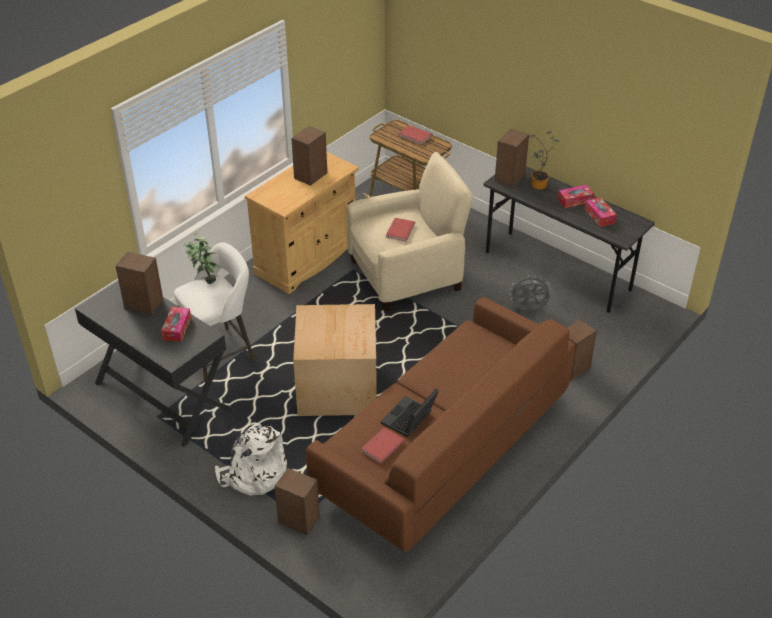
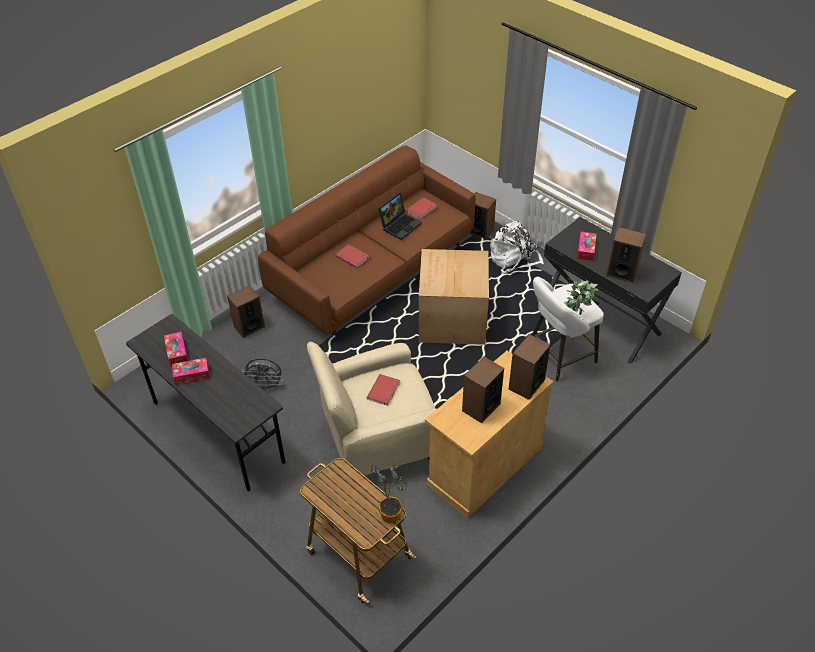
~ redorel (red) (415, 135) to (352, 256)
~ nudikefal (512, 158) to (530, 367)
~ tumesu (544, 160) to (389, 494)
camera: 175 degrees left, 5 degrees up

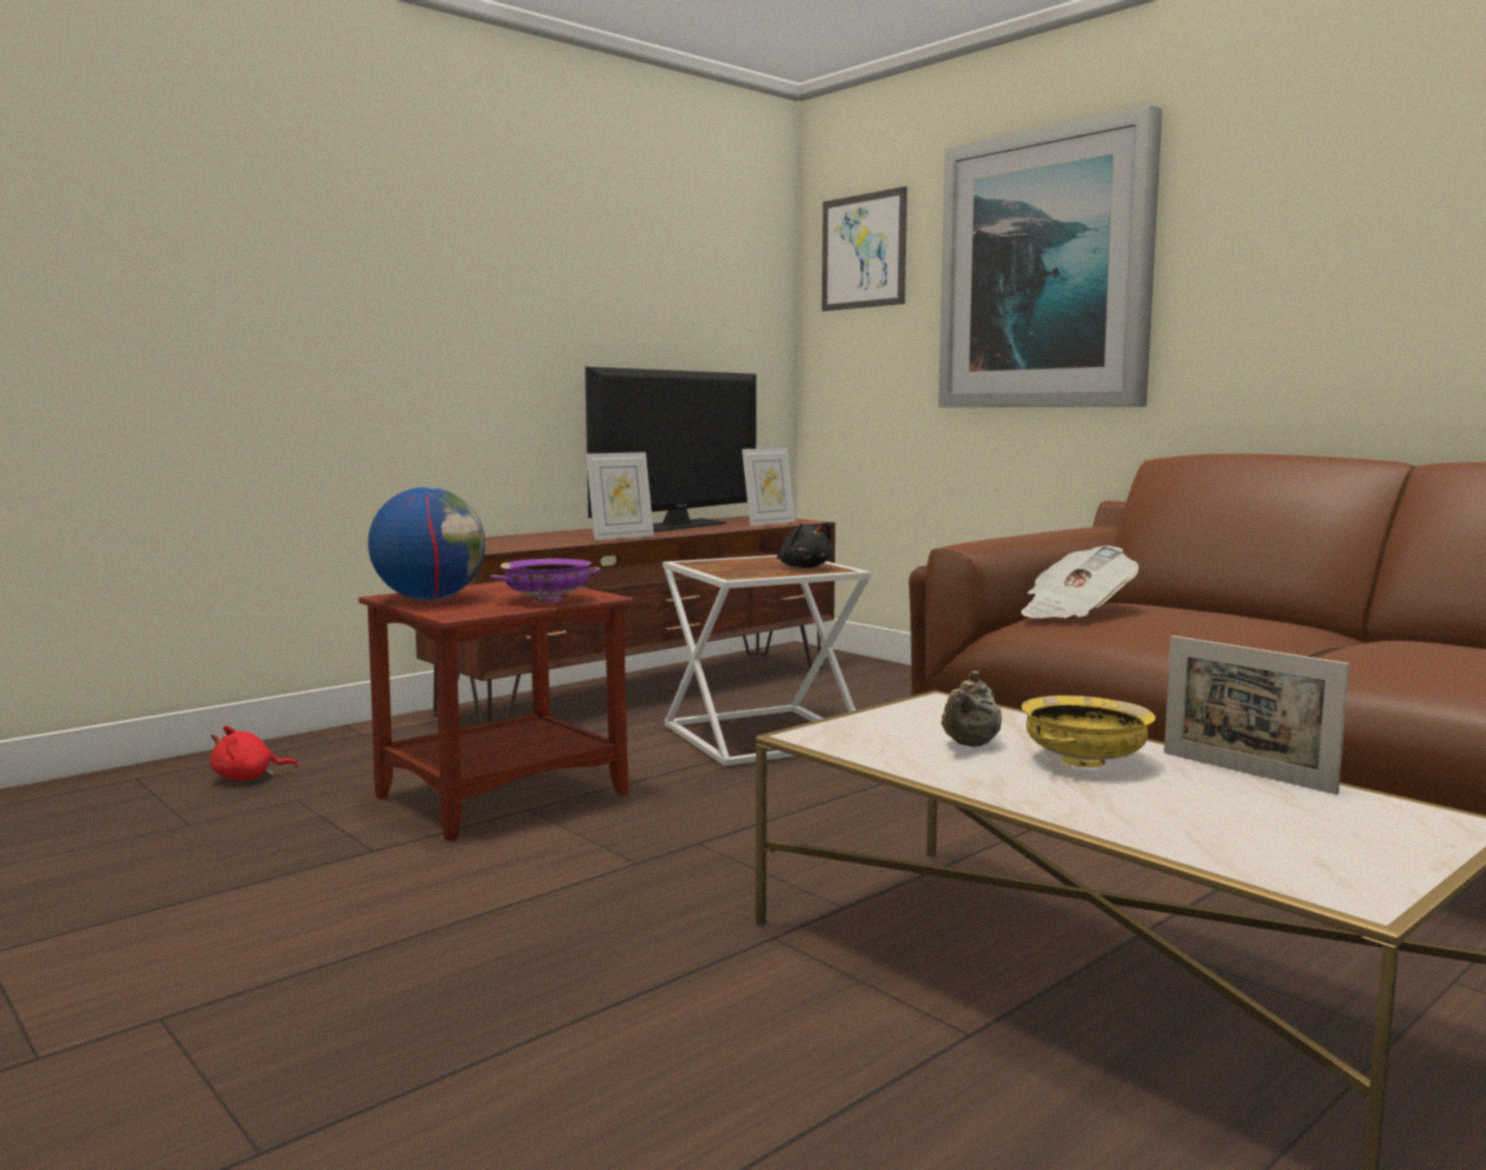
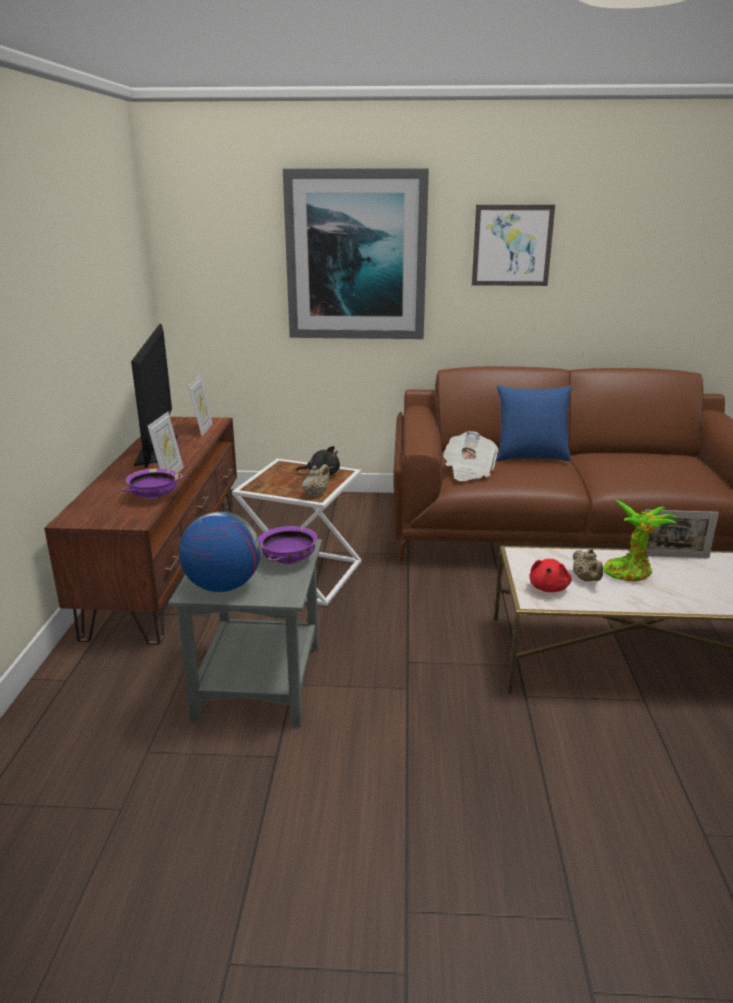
+ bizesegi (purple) (152, 484)
+ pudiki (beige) (316, 480)
+ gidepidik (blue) (534, 423)
~ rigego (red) (254, 753) to (550, 575)
~ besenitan (864, 248) to (513, 245)
~ bizesegi (yellow) (1088, 731) to tumesu (640, 541)
~ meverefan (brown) (496, 711) to meverefan (grey) (245, 632)
camera: 45 degrees left, 15 degrees up

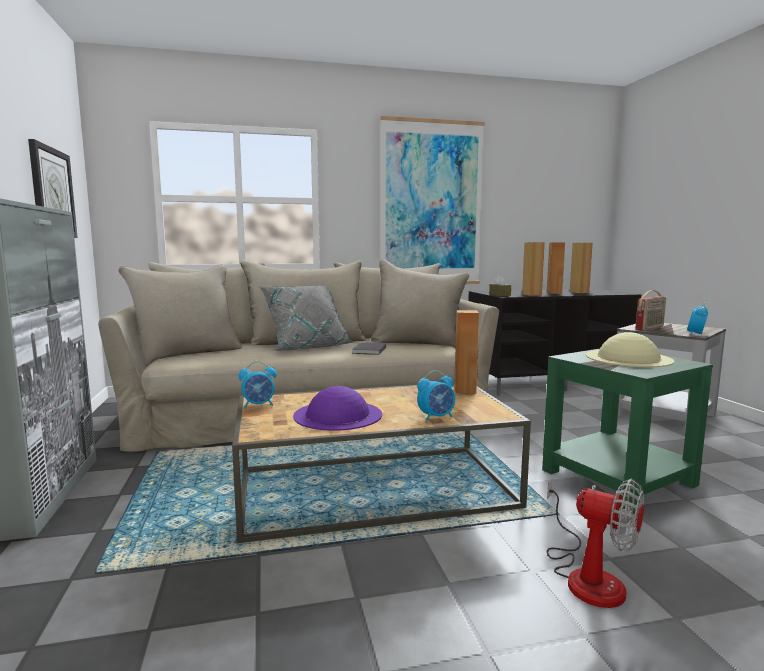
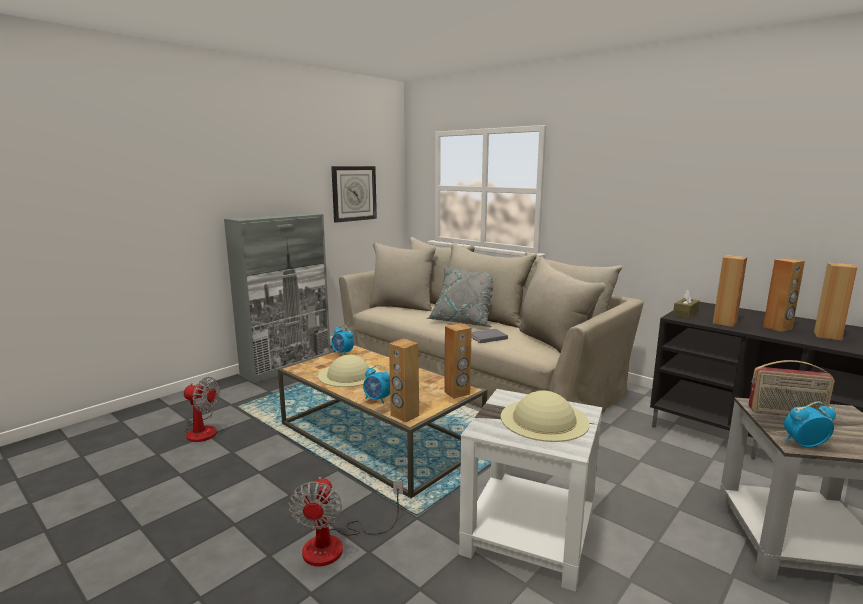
- besenitan (432, 200)
+ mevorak (202, 409)
+ nudikefal (brown) (404, 380)
~ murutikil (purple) (337, 408) to murutikil (beige) (348, 371)
~ meverefan (green) (627, 431) to meverefan (white) (530, 490)
camera: 55 degrees right, 5 degrees up

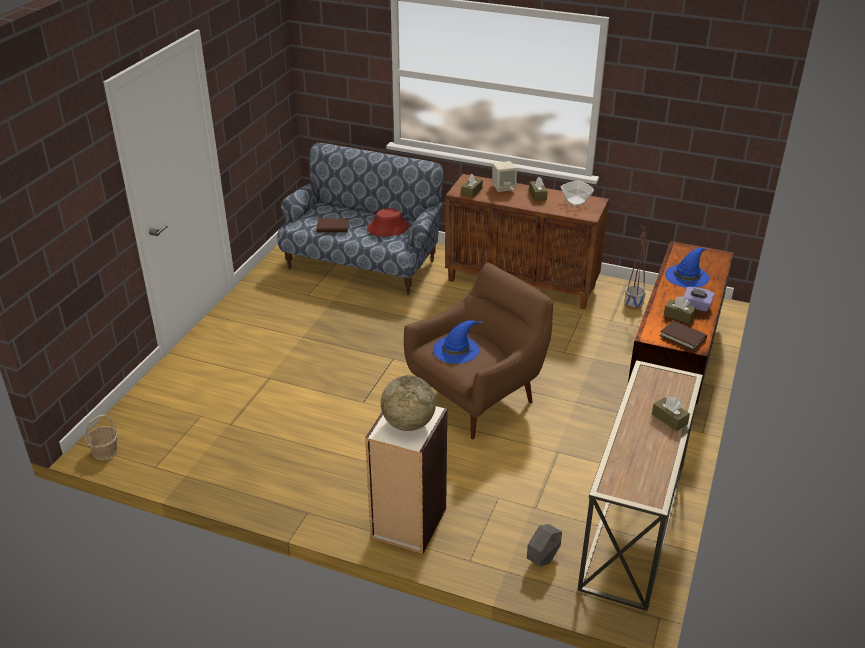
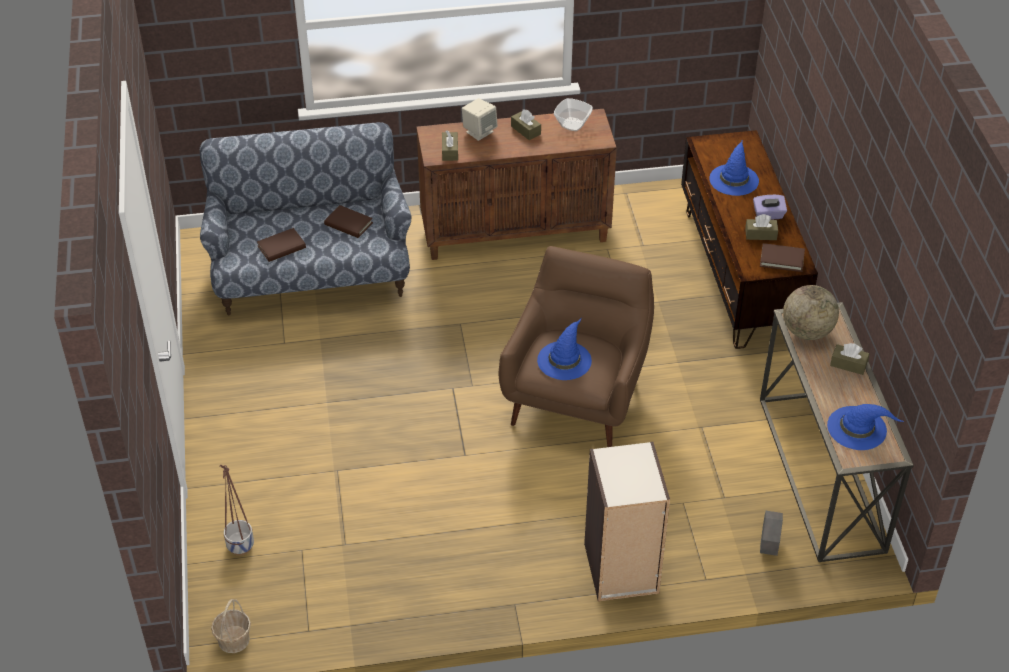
+ murutikil (blue) (865, 427)
~ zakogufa (408, 403) to (811, 312)
~ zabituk (635, 267) to (237, 510)
~ murutikil (red) (388, 222) to redorel (brown) (348, 221)
camera: 30 degrees left, 10 degrees up

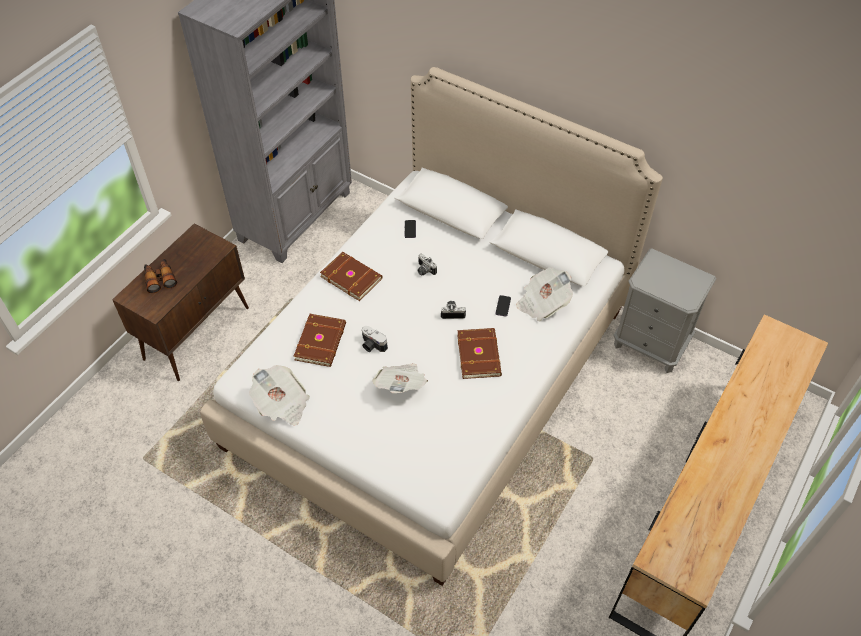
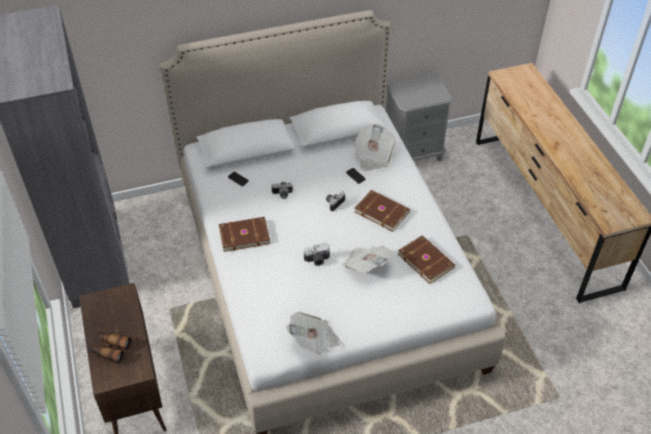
~ redorel (brown) (320, 340) to (426, 259)
camera: 50 degrees left, 5 degrees down

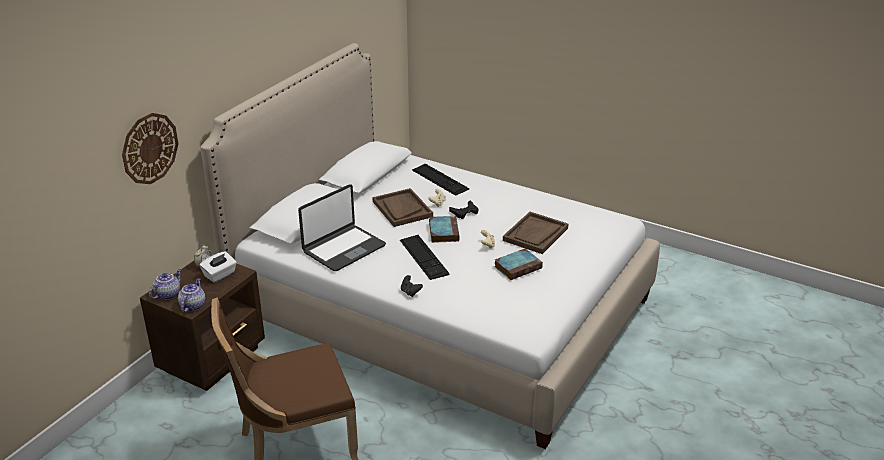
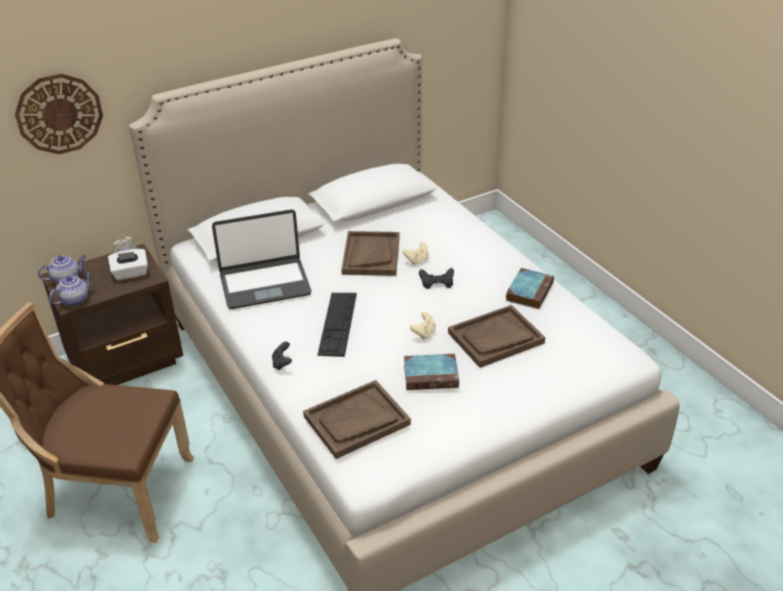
- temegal (440, 180)
+ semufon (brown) (357, 419)
~ redorel (444, 229) to (530, 288)
camera: 30 degrees right, 5 degrees up

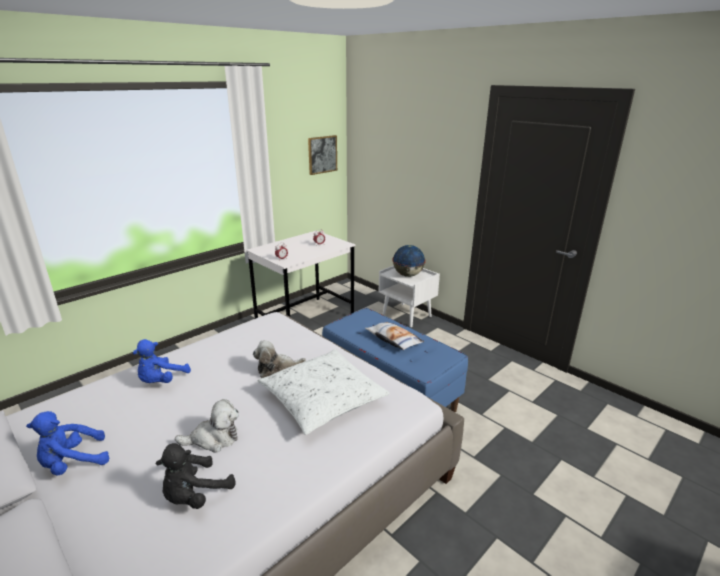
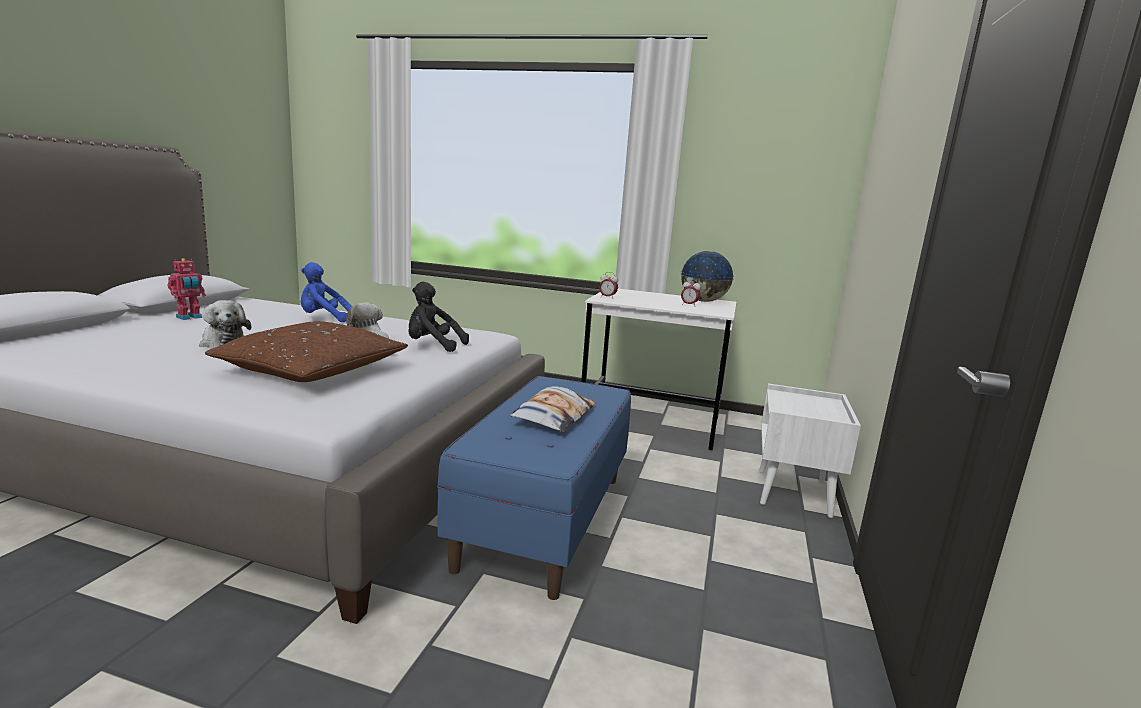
- besenitan (322, 155)
~ rigego (black) (195, 476) to (438, 317)
~ zakogufa (409, 261) to (707, 276)
~ rigego (blue) (68, 443) to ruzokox (187, 289)
~ gidepidik (white) (324, 392) to gidepidik (brown) (306, 351)
camera: 60 degrees right, 10 degrees down

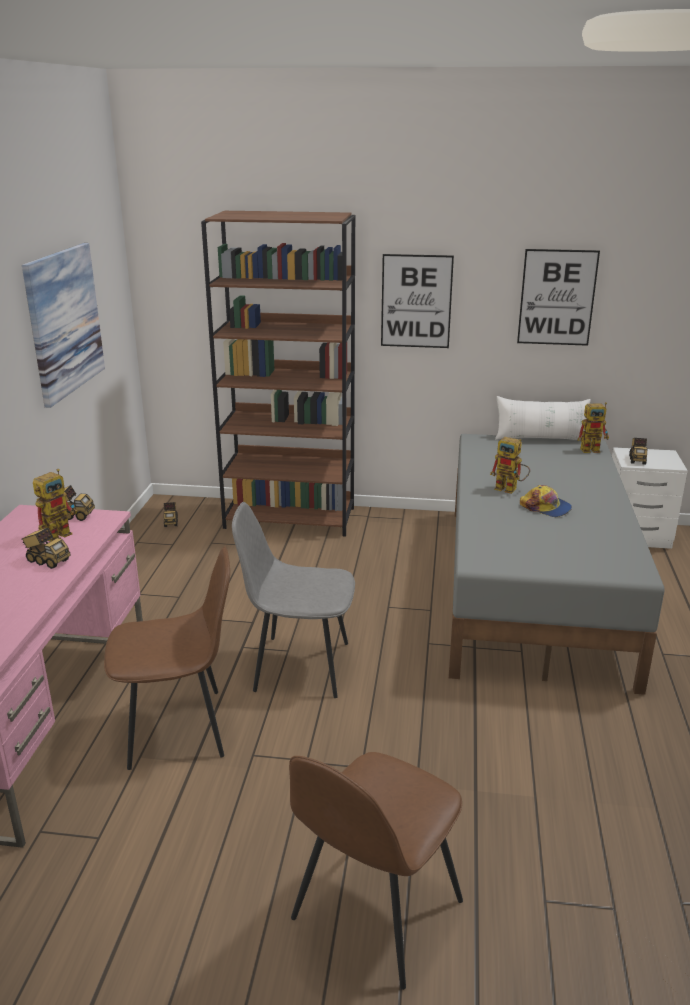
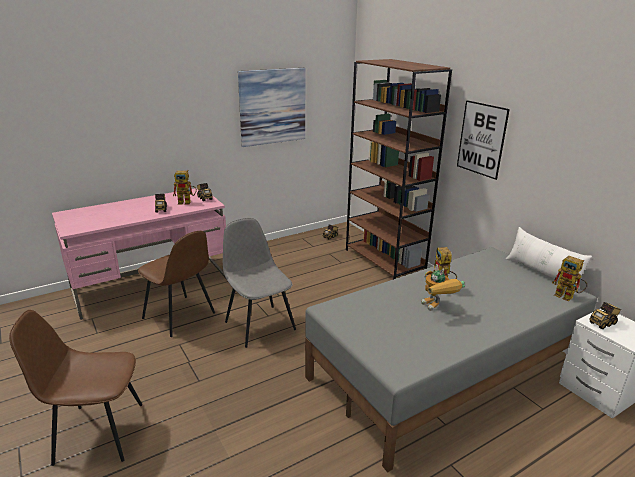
- besenitan (558, 297)
~ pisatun (546, 501) to ruzokox (443, 287)
camera: 50 degrees right, 0 degrees up

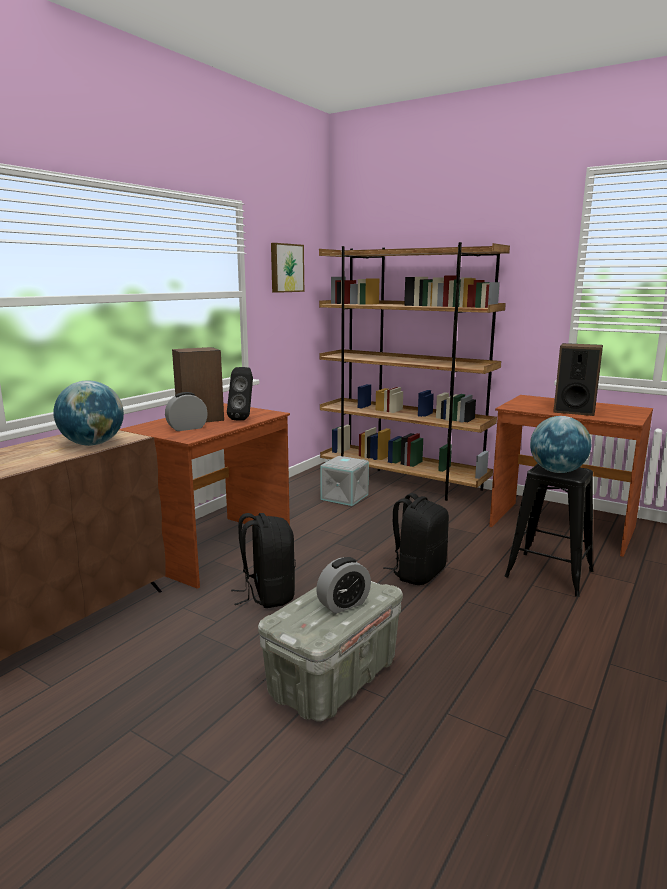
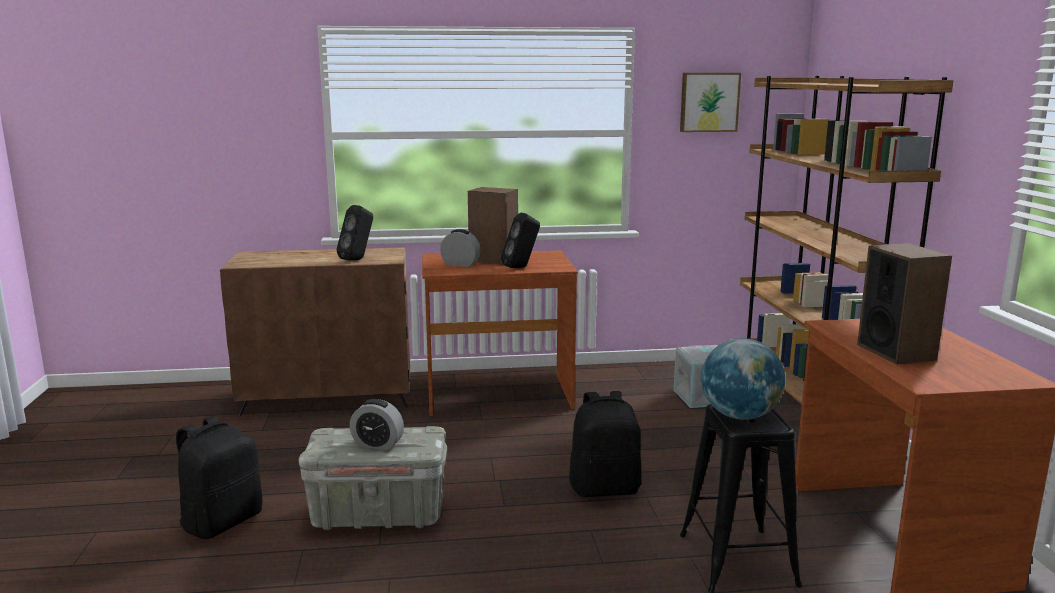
~ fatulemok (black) (263, 560) to (219, 477)
~ zakogufa (88, 413) to nudikefal (black) (354, 233)
camera: 50 degrees right, 0 degrees up

